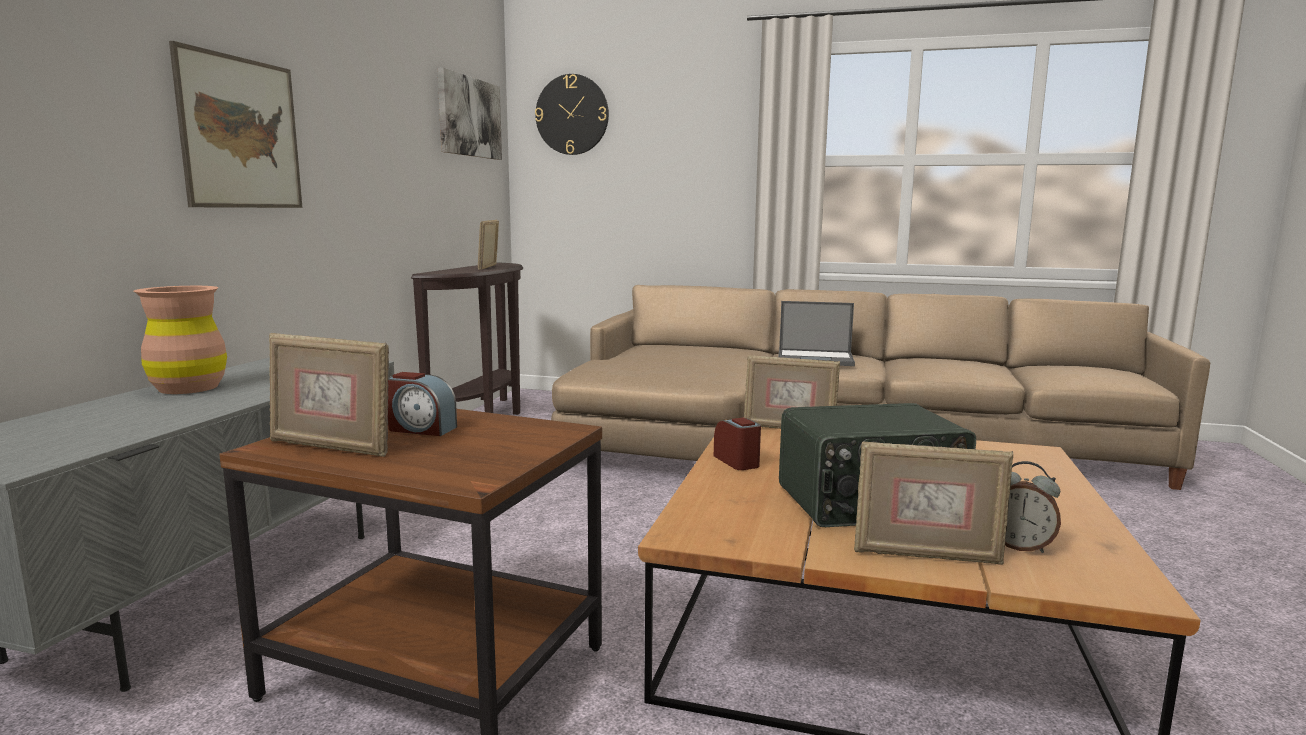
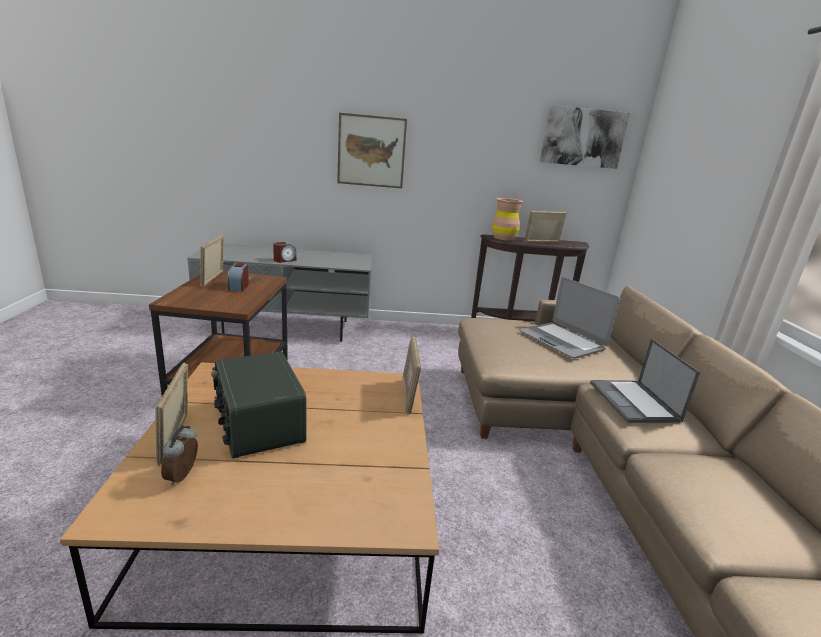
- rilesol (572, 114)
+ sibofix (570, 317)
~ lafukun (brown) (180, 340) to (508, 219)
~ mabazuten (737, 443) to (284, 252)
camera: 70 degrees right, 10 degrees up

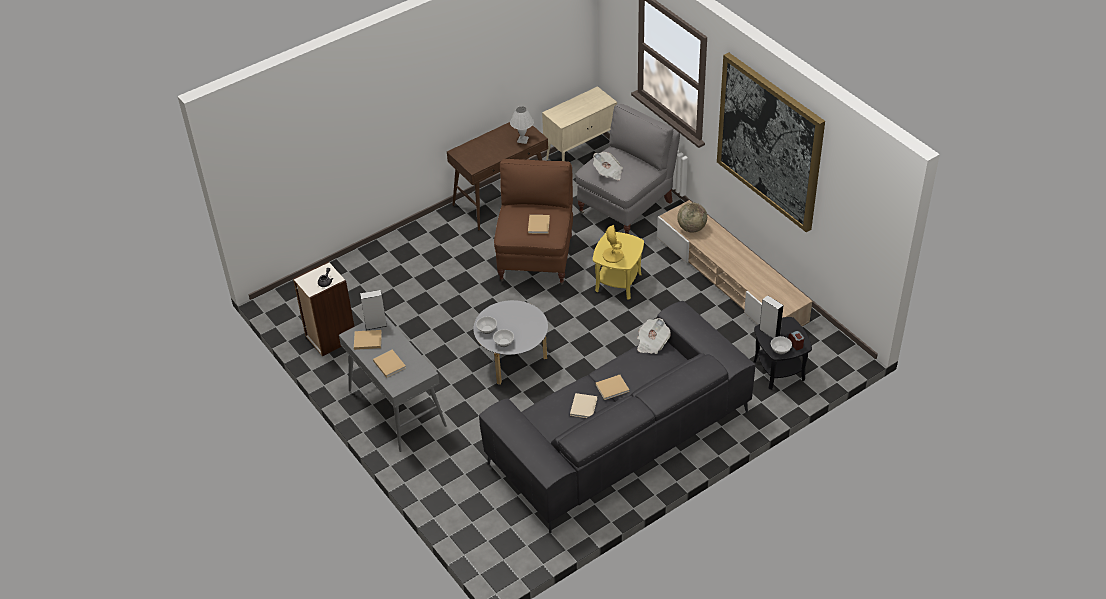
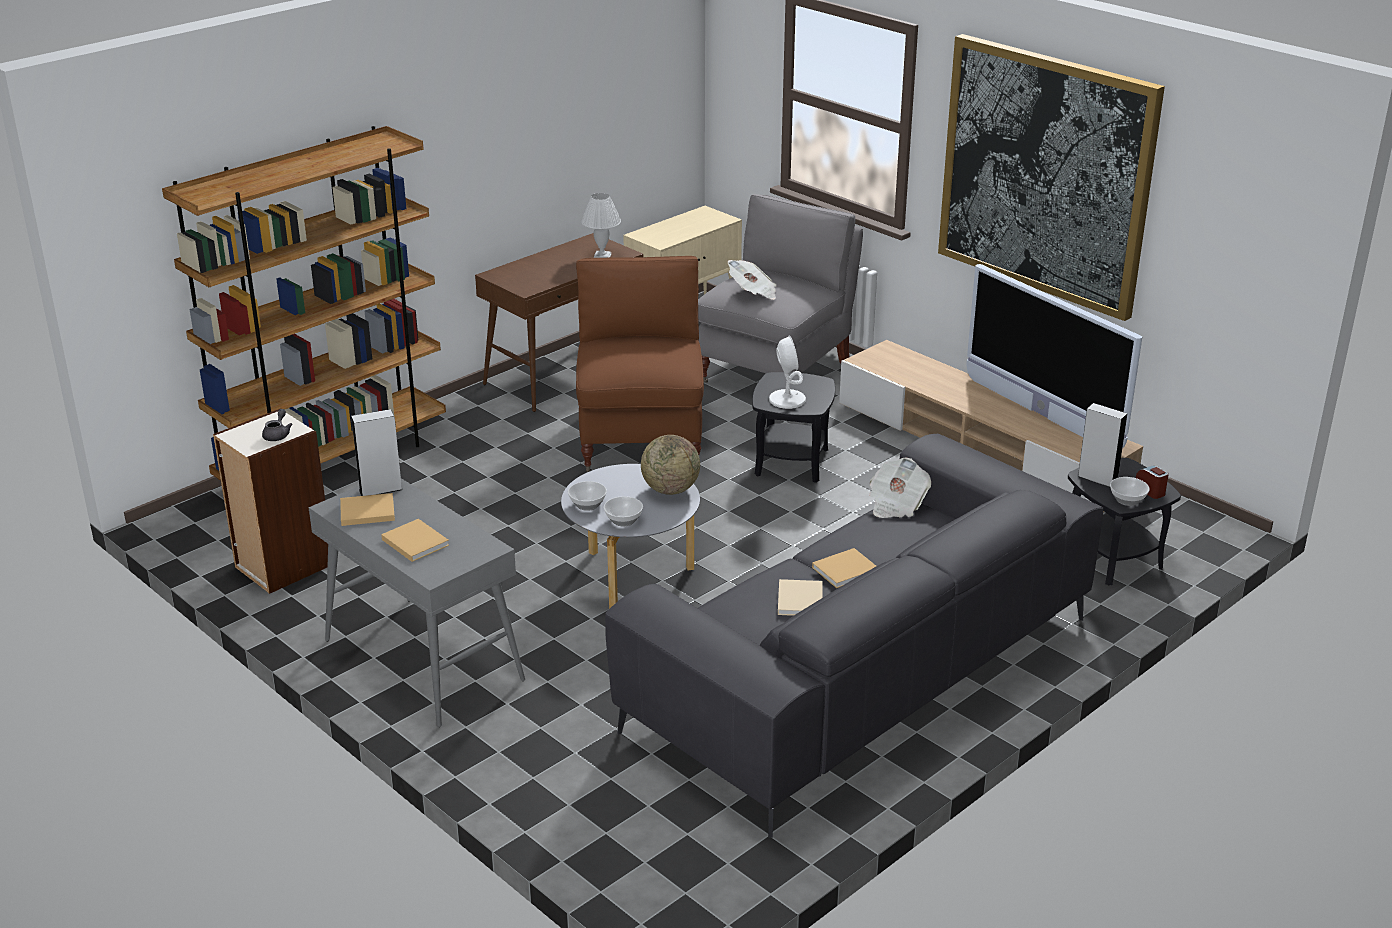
- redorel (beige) (539, 224)
+ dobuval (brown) (304, 303)
+ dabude (1054, 356)
~ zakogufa (692, 217) to (670, 465)
~ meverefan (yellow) (618, 266) to meverefan (black) (793, 427)
~ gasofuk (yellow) (613, 243) to gasofuk (white) (787, 372)
camera: 10 degrees left, 15 degrees down

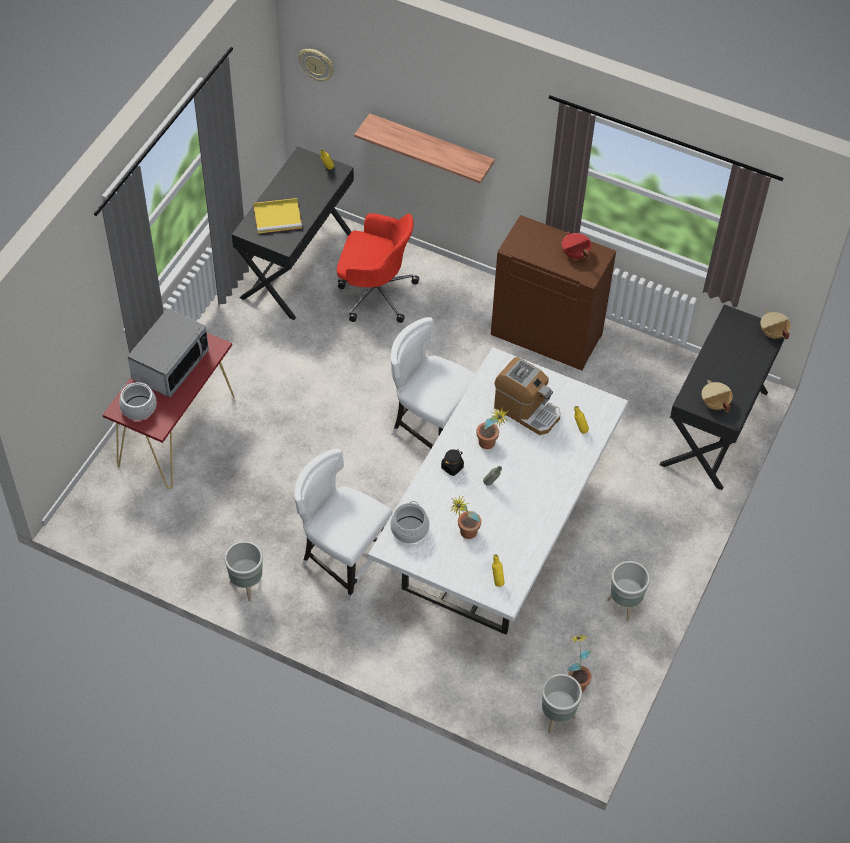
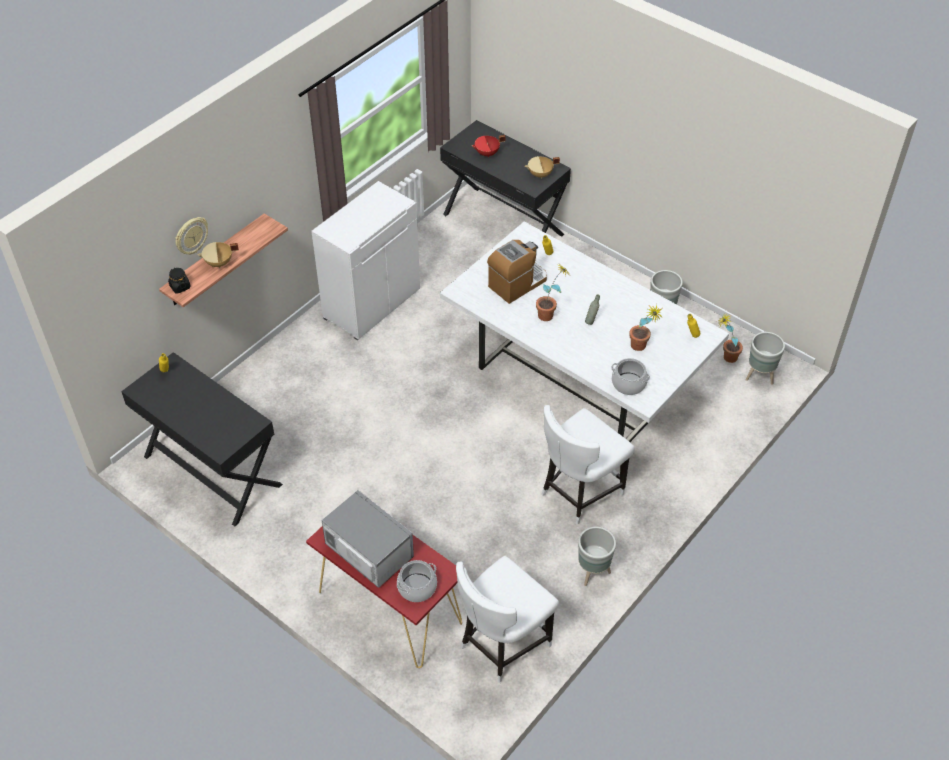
- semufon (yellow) (277, 216)
- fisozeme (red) (378, 268)
~ rilesol (316, 65) to (191, 236)
~ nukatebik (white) (433, 383) to (507, 619)
~ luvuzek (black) (452, 462) to (179, 281)
~ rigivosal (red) (576, 245) to (488, 146)
~ rigivosal (beige) (775, 325) to (218, 255)
~ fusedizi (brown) (553, 293) to fusedizi (white) (365, 260)
camera: 75 degrees left, 5 degrees down

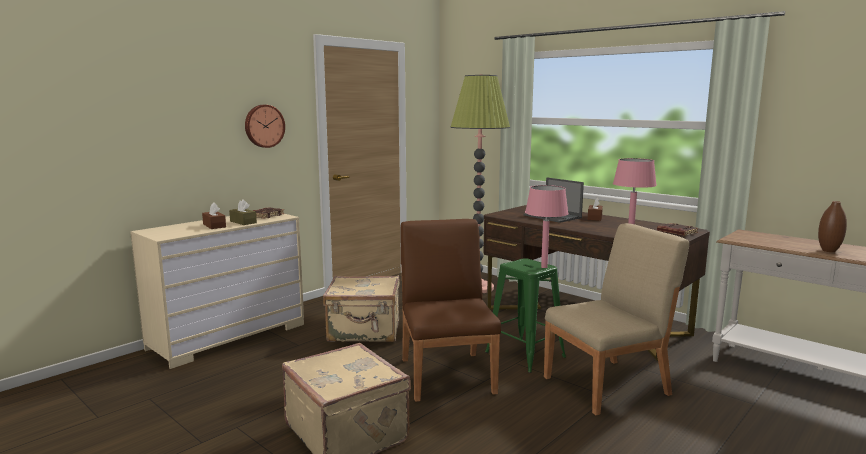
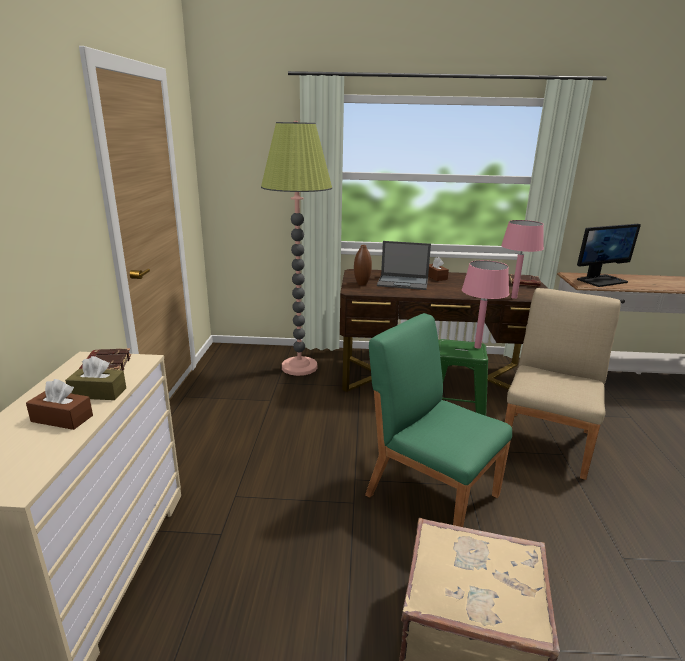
- rilesol (265, 126)
- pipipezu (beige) (361, 308)
+ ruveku (609, 255)
~ lafukun (brown) (832, 226) to (363, 265)
~ nukatebik (brown) (450, 310) to nukatebik (green) (438, 420)
camera: 40 degrees left, 10 degrees up

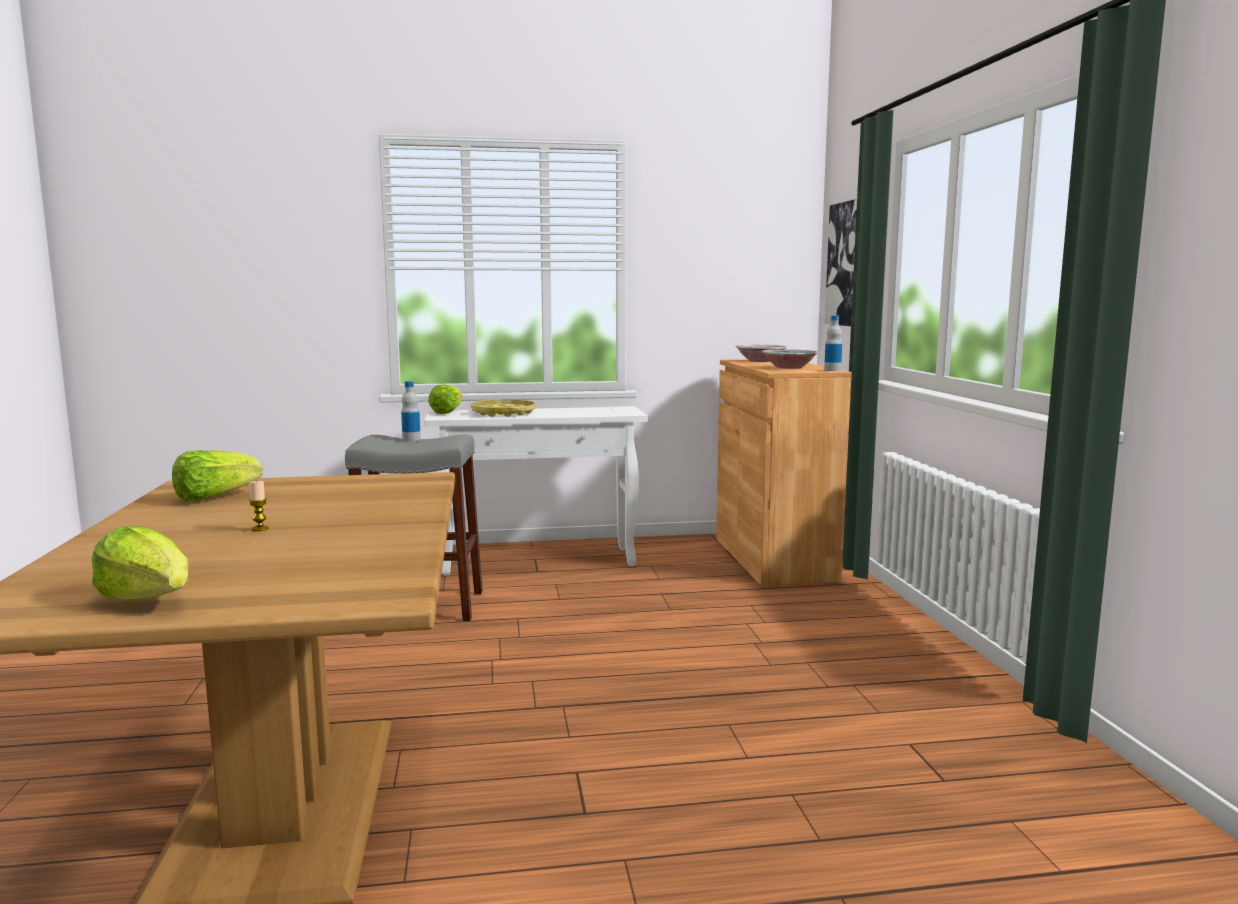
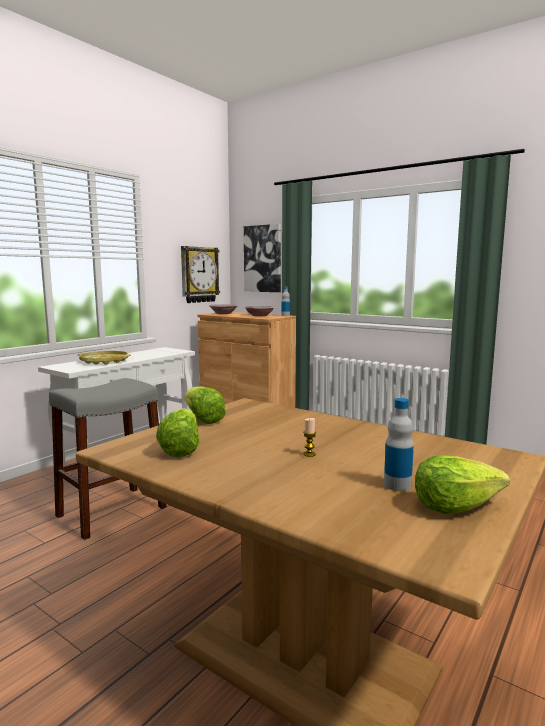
+ rilesol (200, 274)
~ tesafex (411, 411) to (399, 444)
~ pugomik (445, 399) to (205, 405)
camera: 45 degrees left, 0 degrees up

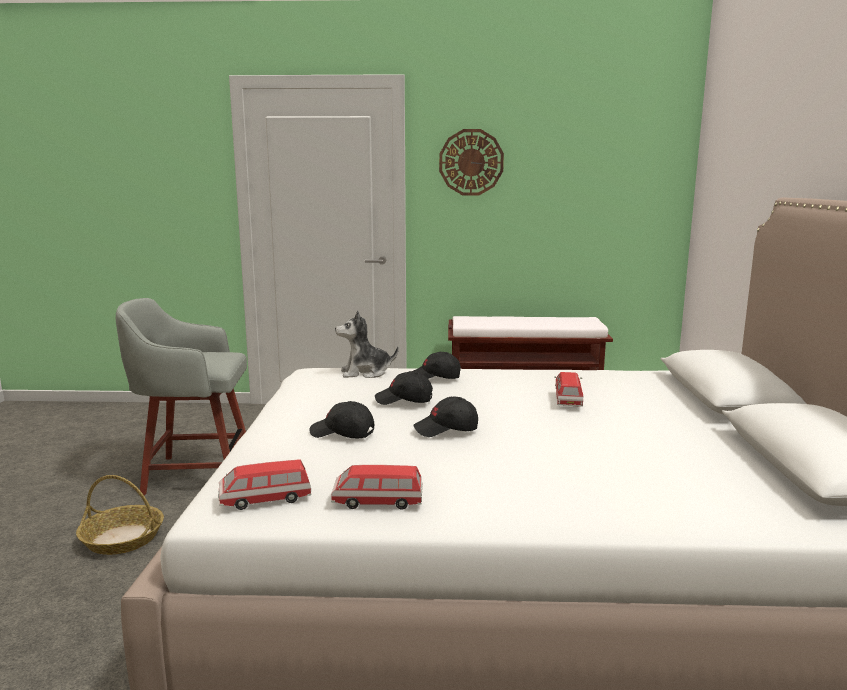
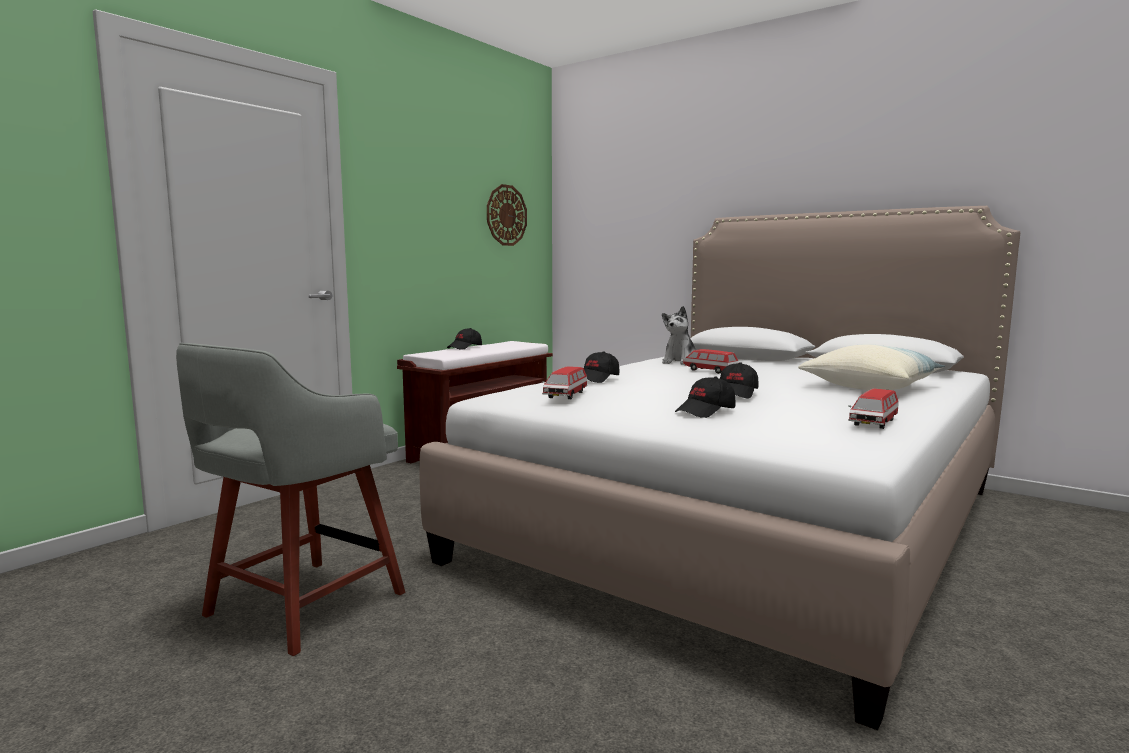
- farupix (120, 515)
+ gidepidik (871, 367)
~ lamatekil (265, 485) to (564, 382)
~ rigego (367, 344) to (678, 335)
~ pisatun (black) (404, 388) to (464, 339)
~ rilesol (471, 162) to (507, 215)
camera: 55 degrees left, 5 degrees down

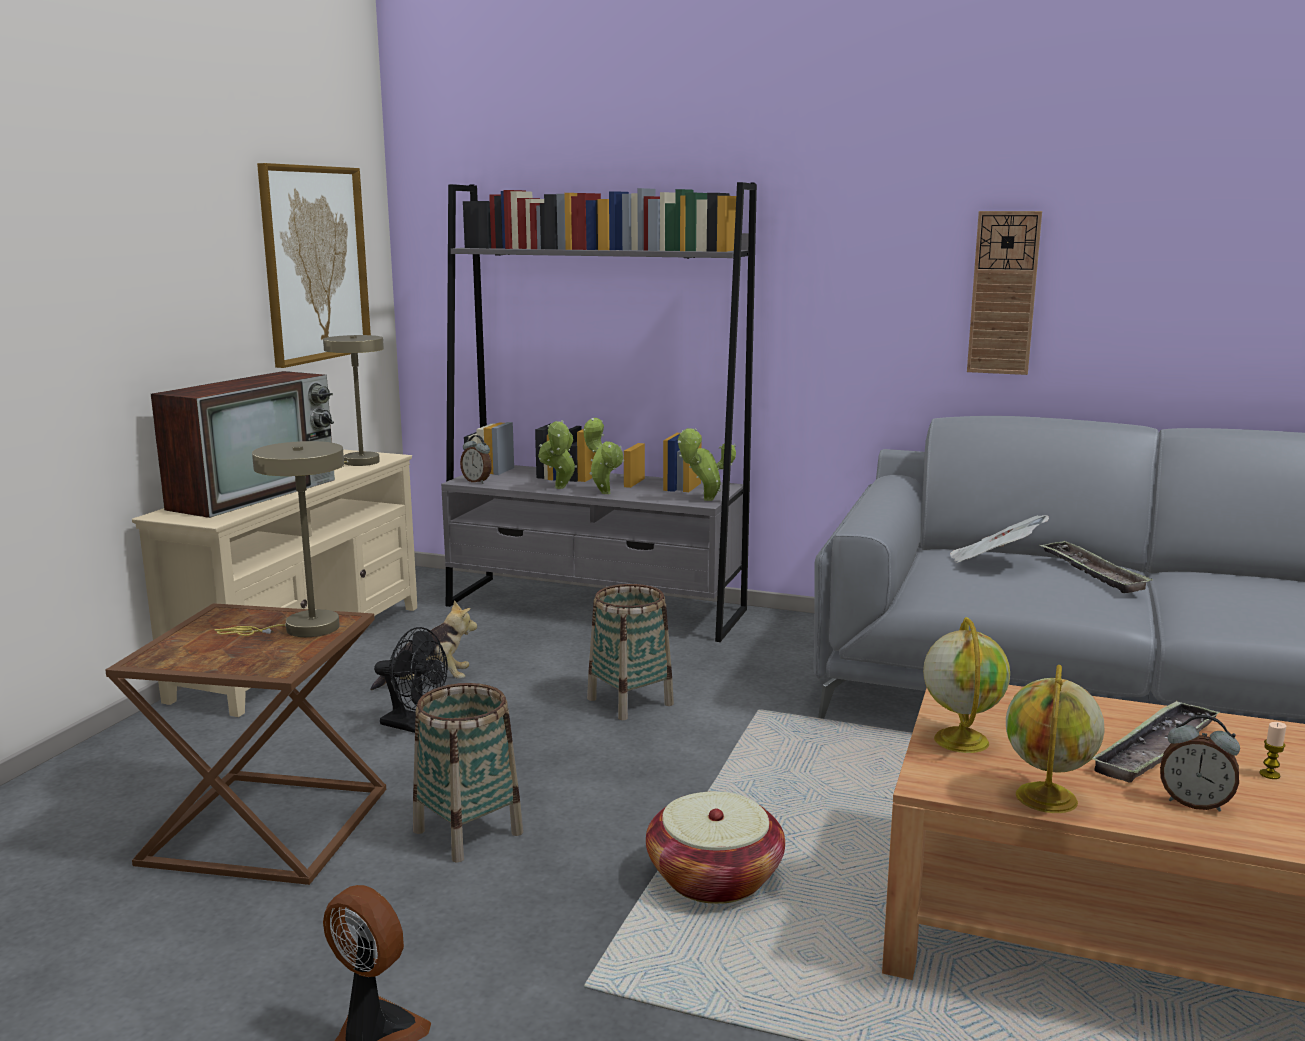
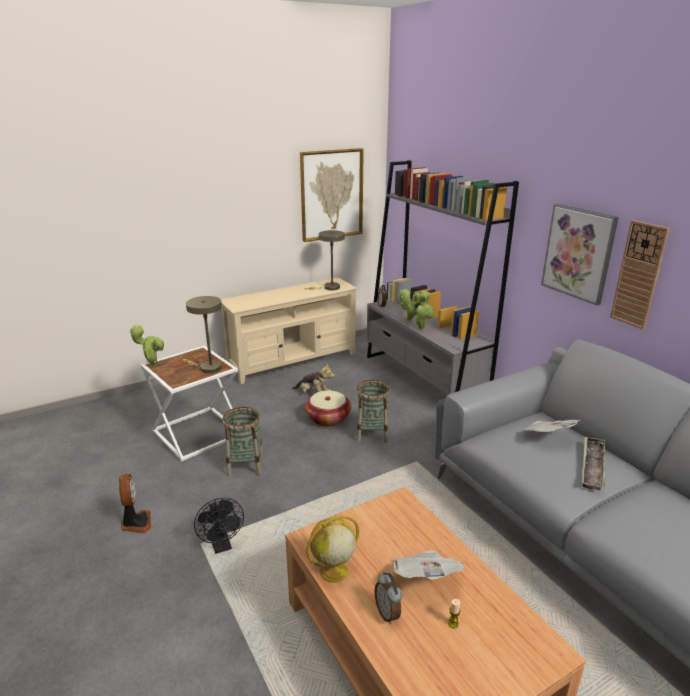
- dabude (243, 444)
- zakogufa (966, 685)
+ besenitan (580, 255)
~ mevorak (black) (411, 680) to (219, 526)
~ farupix (715, 847) to (328, 408)
~ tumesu (707, 464) to (147, 345)
~ semufon (1156, 741) to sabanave (428, 565)
~ meverefan (brown) (245, 744) to meverefan (white) (189, 404)
camera: 40 degrees right, 10 degrees up

